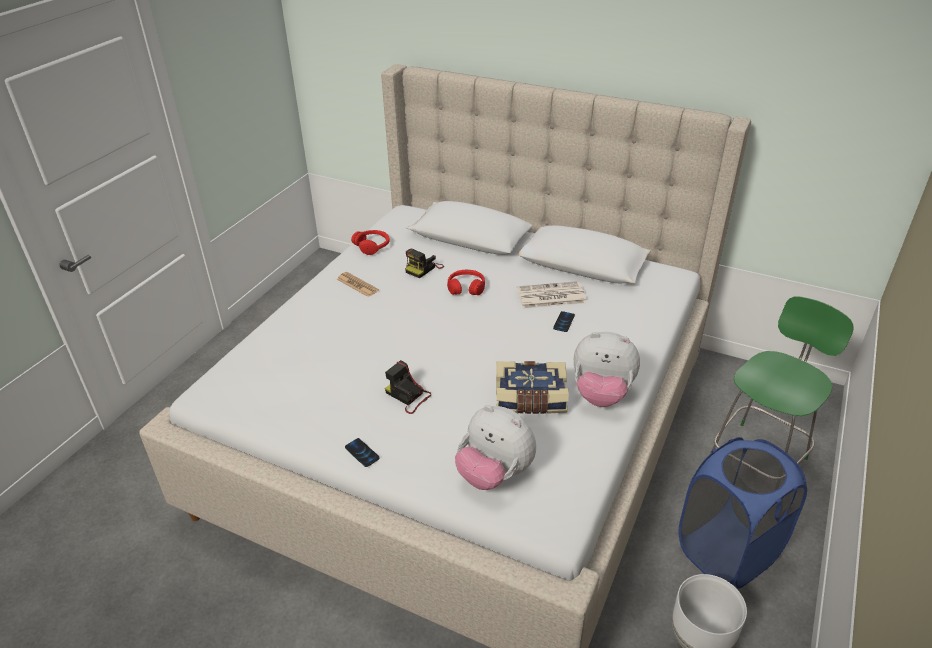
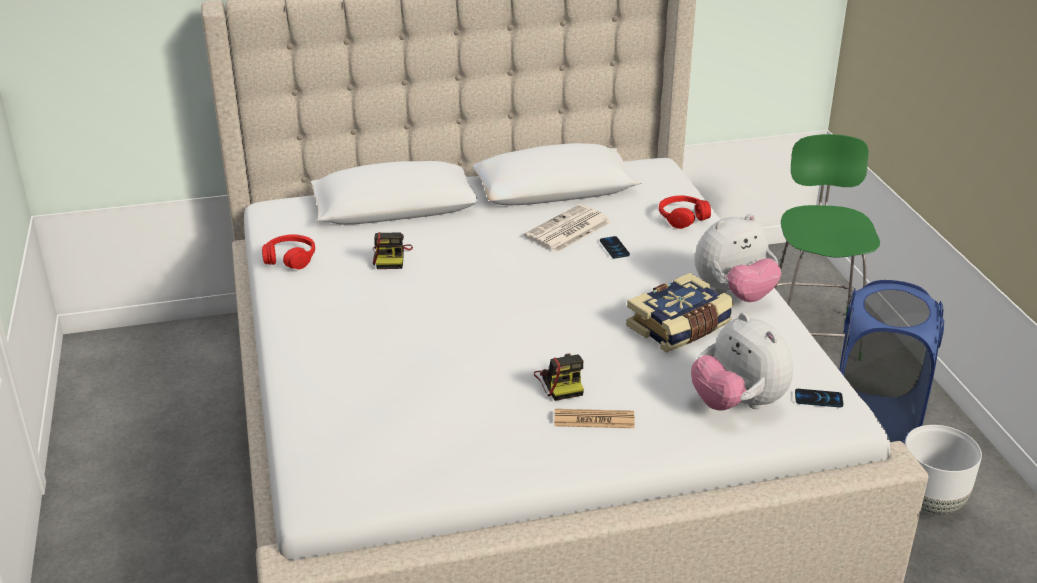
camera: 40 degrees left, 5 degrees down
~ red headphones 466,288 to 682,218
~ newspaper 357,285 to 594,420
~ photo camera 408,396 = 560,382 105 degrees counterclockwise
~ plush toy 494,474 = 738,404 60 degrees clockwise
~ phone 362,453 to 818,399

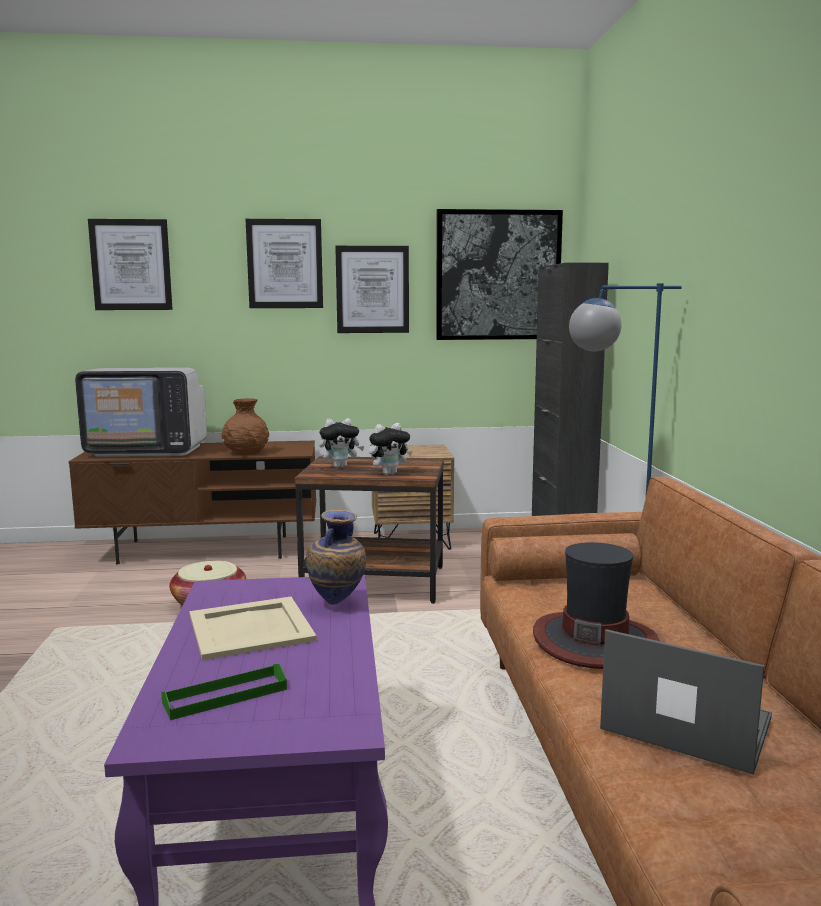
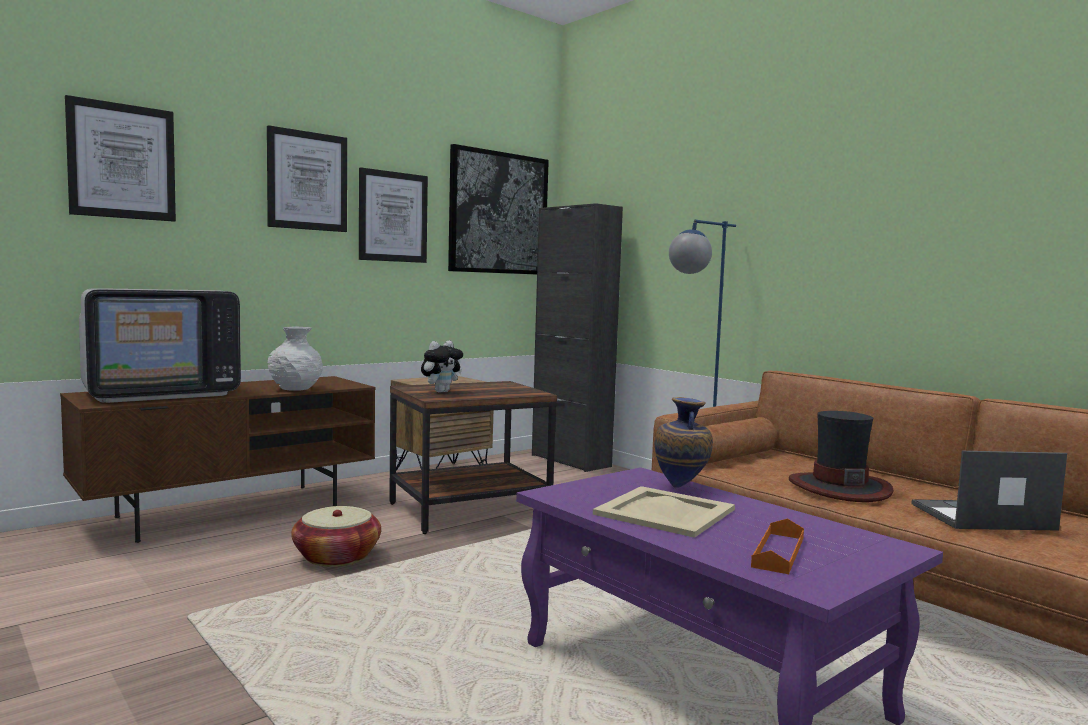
camera: 35 degrees left, 5 degrees down
~ brown vase 246,453 to white vase 296,389
- plush toy 389,473
~ green tray 225,696 to orange tray 778,552

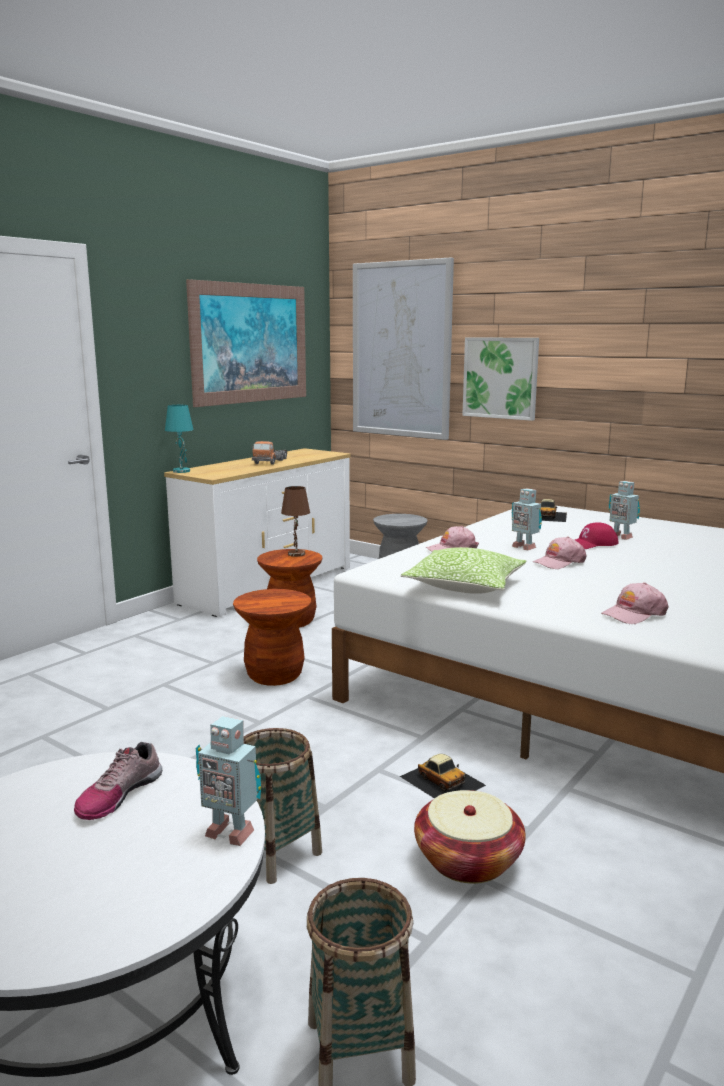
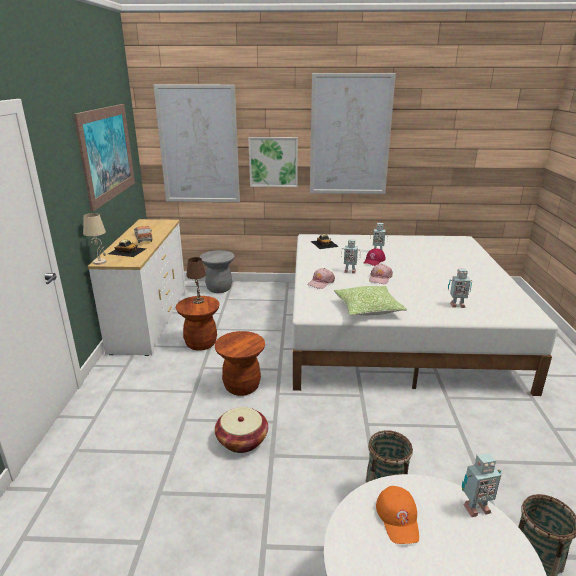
camera: 35 degrees left, 10 degrees up
~ turquoise table lamp 182,471 to beige table lamp 100,262
~ pink cap 633,614 to toy robot 456,305
~ shoe 118,794 to orange cap 398,518
~ toy car 442,780 to 127,251
~ basket 468,860 to 242,440
+ picture 350,136

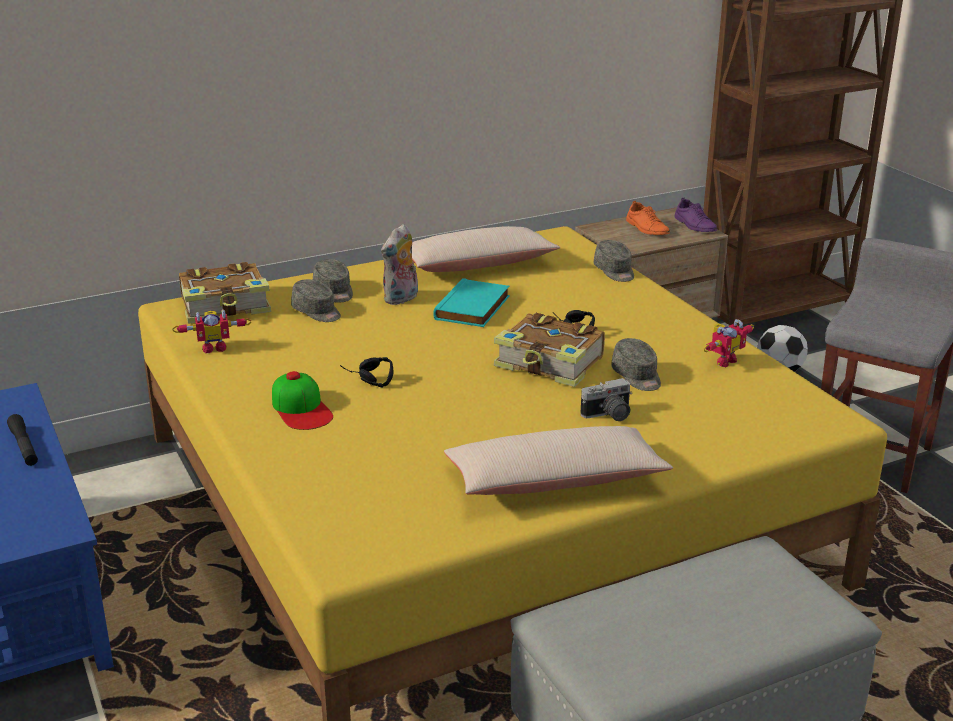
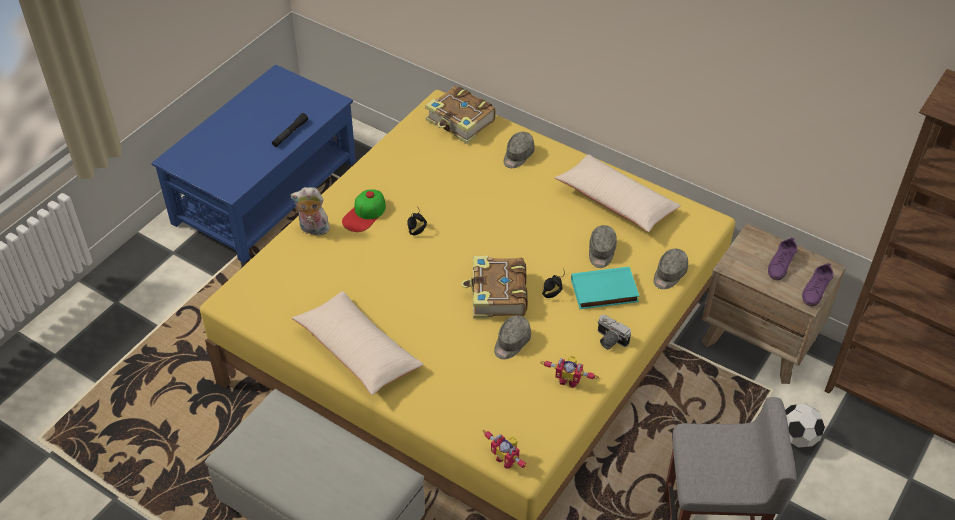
camera: 60 degrees right, 20 degrees up
~ orange shoe 647,228 to purple shoe 781,264
~ plush toy 401,299 to 313,230
~ turquoise book 474,308 to 604,292
~ grey cap 317,312 to 601,252
~ toy robot 214,347 to 507,459
~ photo camera 608,415 to 609,340

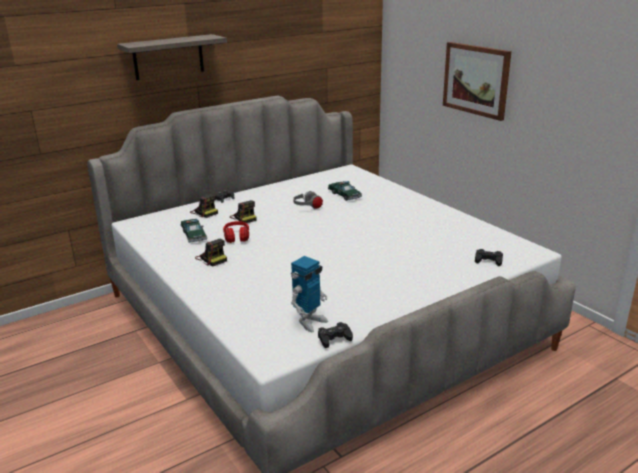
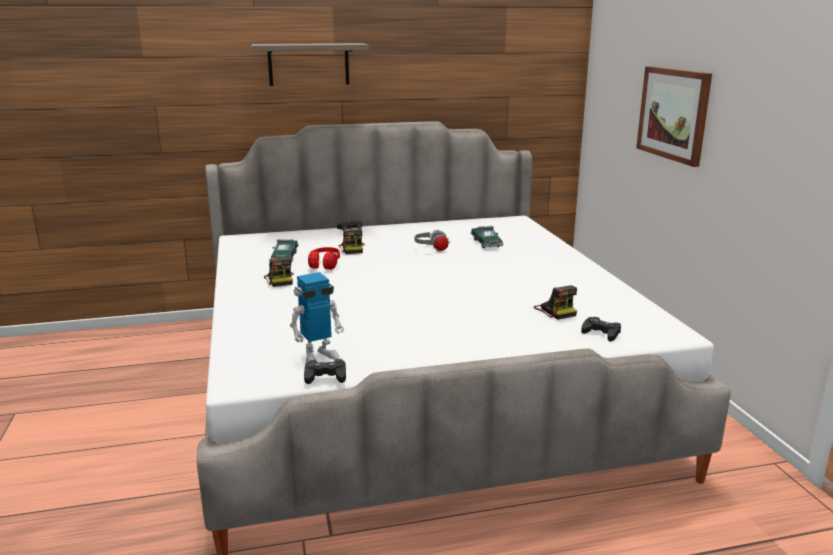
camera: 20 degrees right, 5 degrees down
~ photo camera 204,212 to 555,311

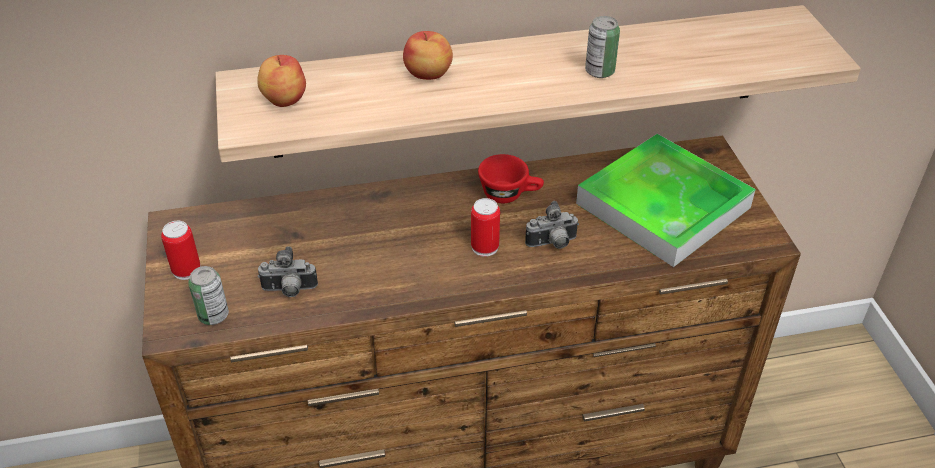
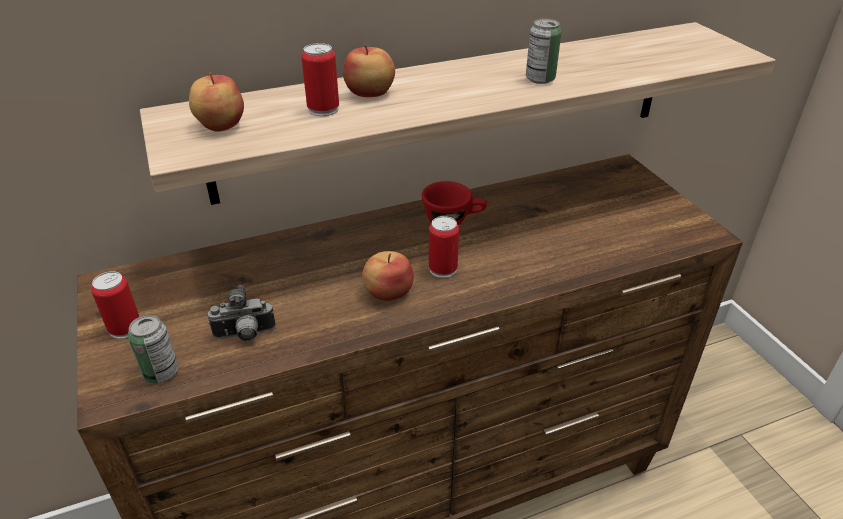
camera: 10 degrees left, 5 degrees down
- tray 663,205
- photo camera 552,244
+ can 323,109
+ apple 388,292

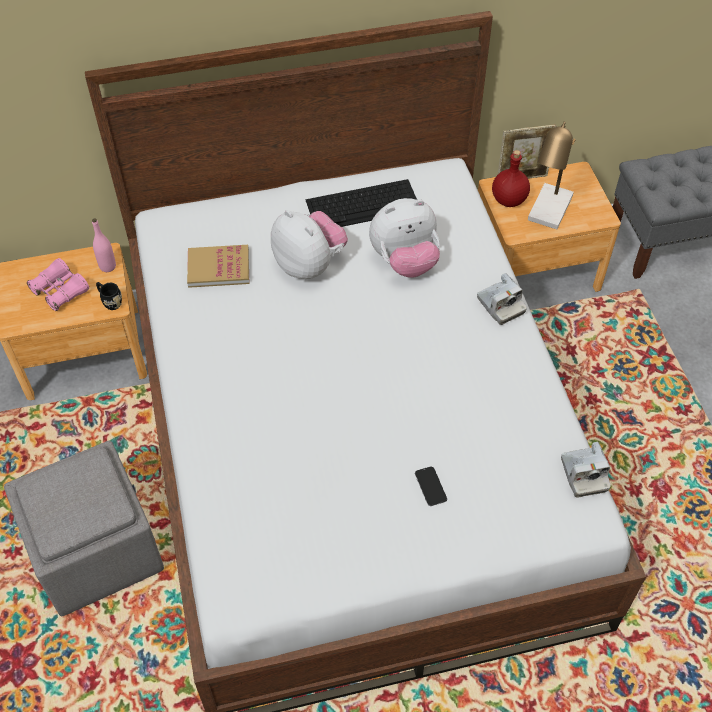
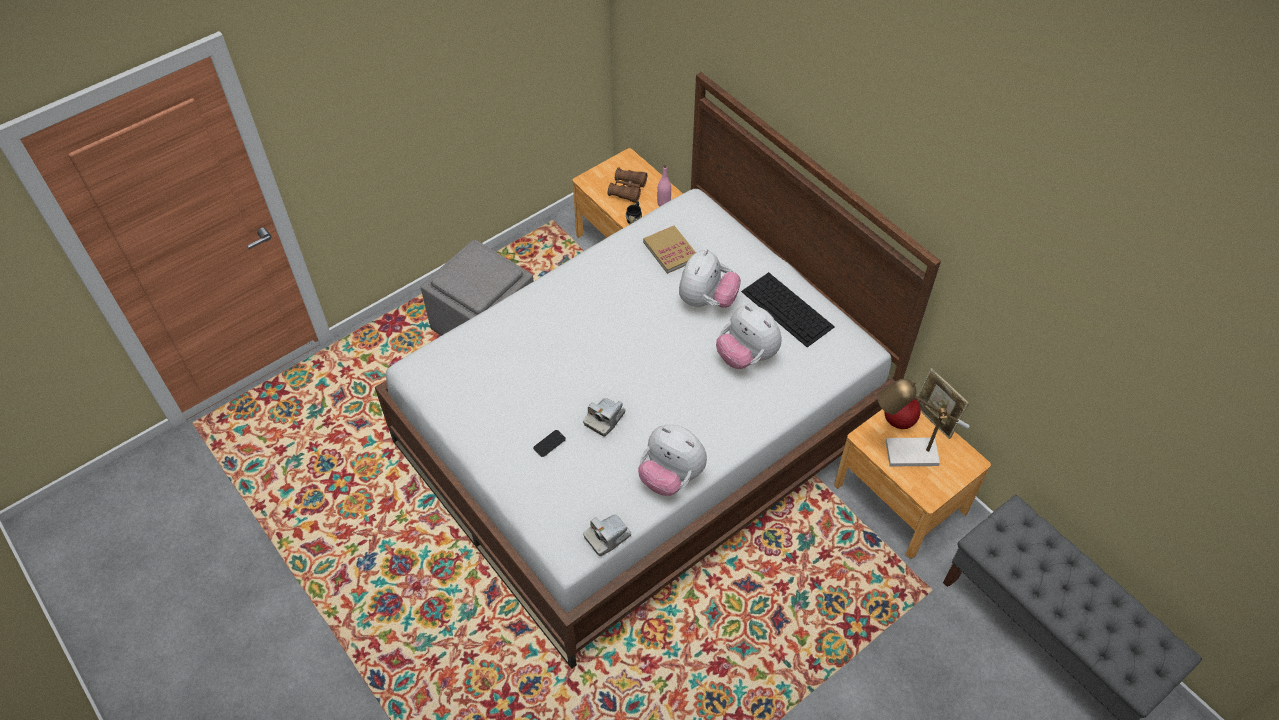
camera: 65 degrees right, 0 degrees up
~ pink binoculars 60,291 to brown binoculars 627,190
~ photo camera 500,306 to 604,419
+ plush toy 671,476

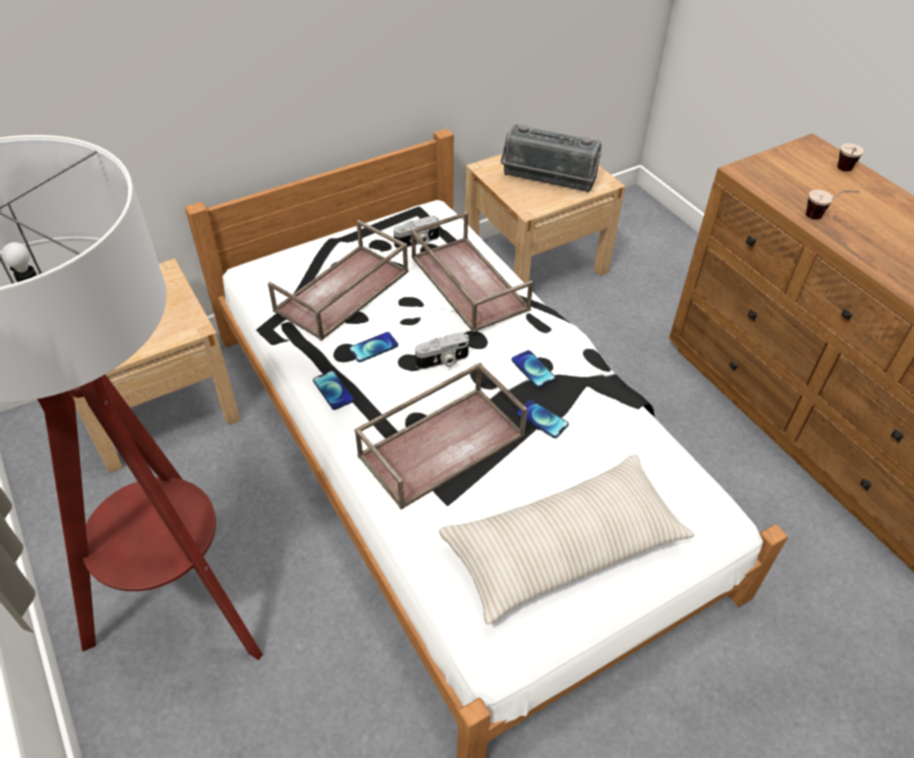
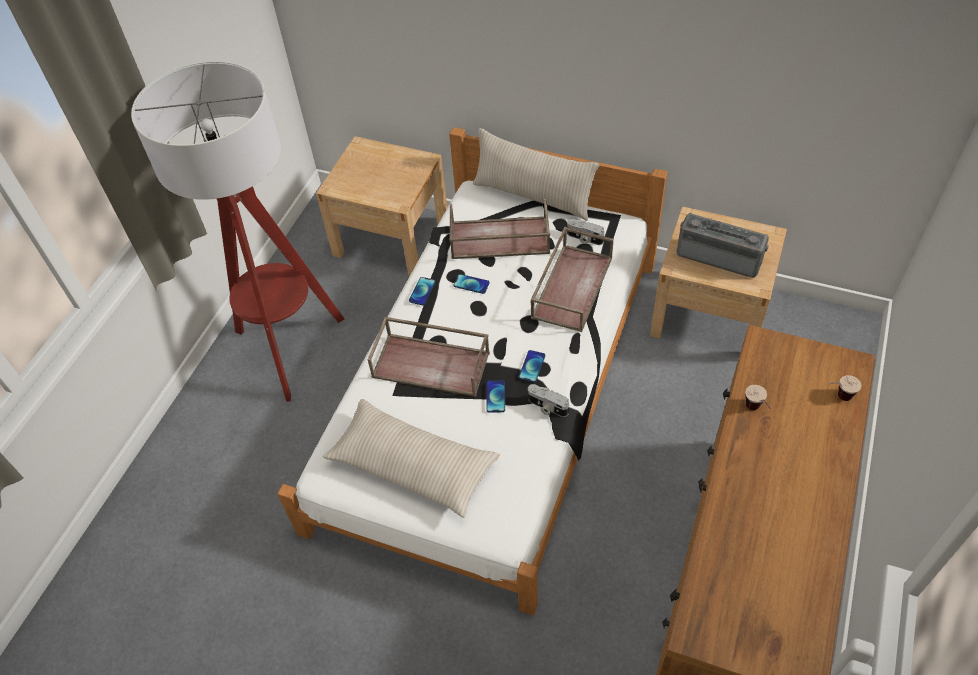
camera: 55 degrees right, 5 degrees up
~ radio 547,180 = 720,256 135 degrees clockwise
~ photo camera 443,361 to 547,407
+ beige pillow 533,196

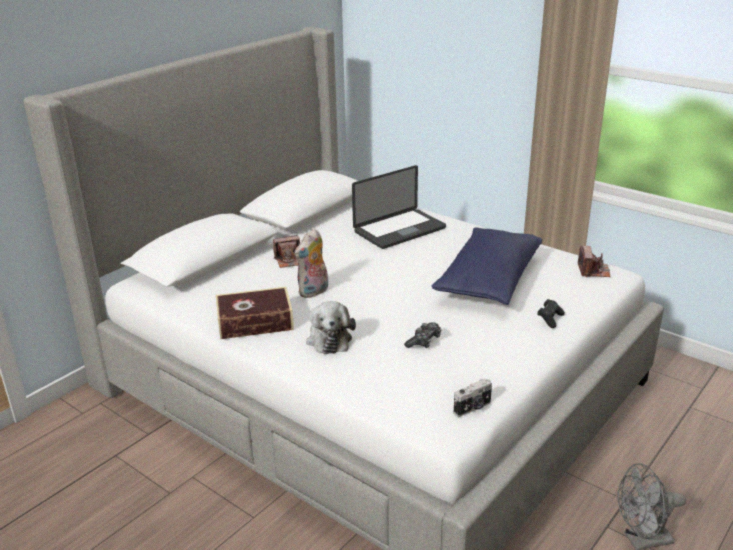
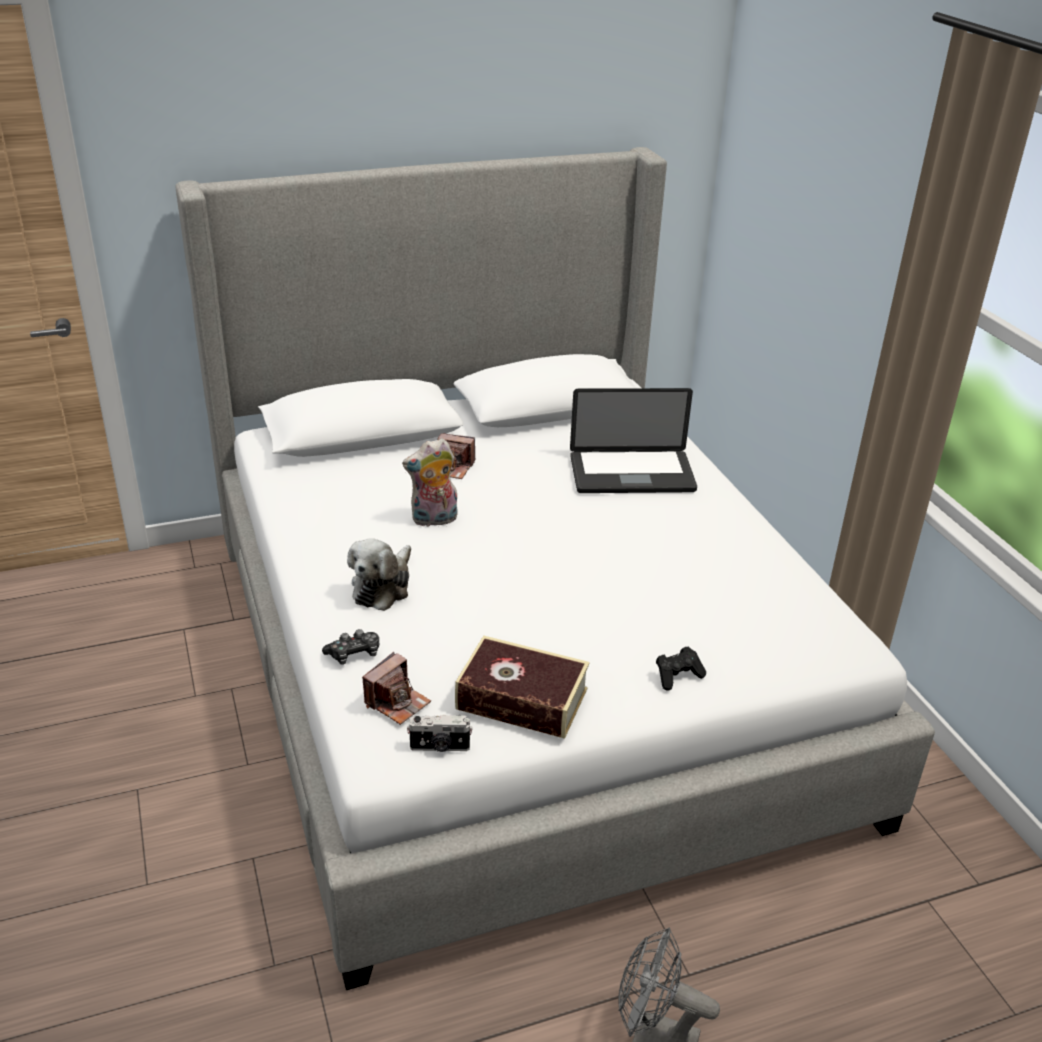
camera: 30 degrees right, 5 degrees up
- blue pillow 488,281
~ photo camera 593,271 to 397,702
~ book 255,322 to 522,699
~ game controller 424,341 to 354,654

